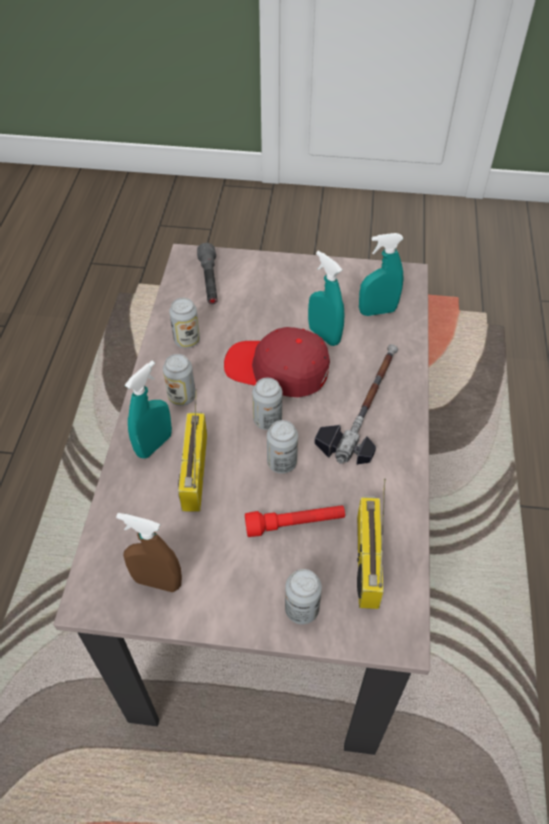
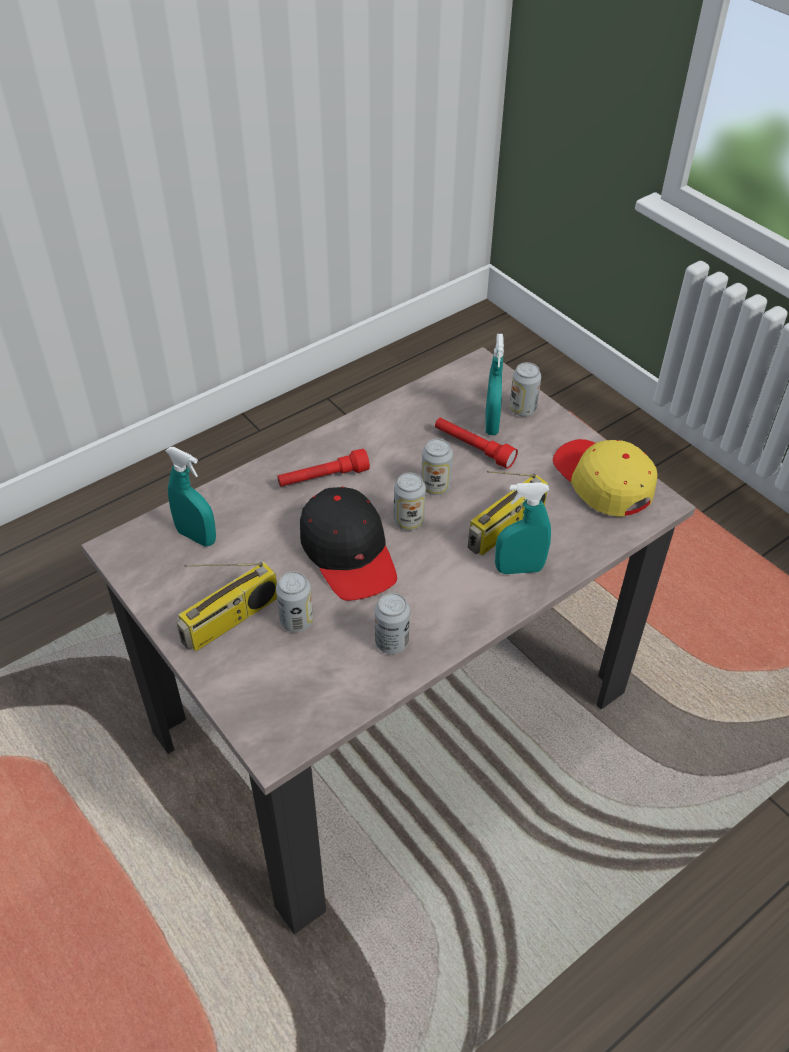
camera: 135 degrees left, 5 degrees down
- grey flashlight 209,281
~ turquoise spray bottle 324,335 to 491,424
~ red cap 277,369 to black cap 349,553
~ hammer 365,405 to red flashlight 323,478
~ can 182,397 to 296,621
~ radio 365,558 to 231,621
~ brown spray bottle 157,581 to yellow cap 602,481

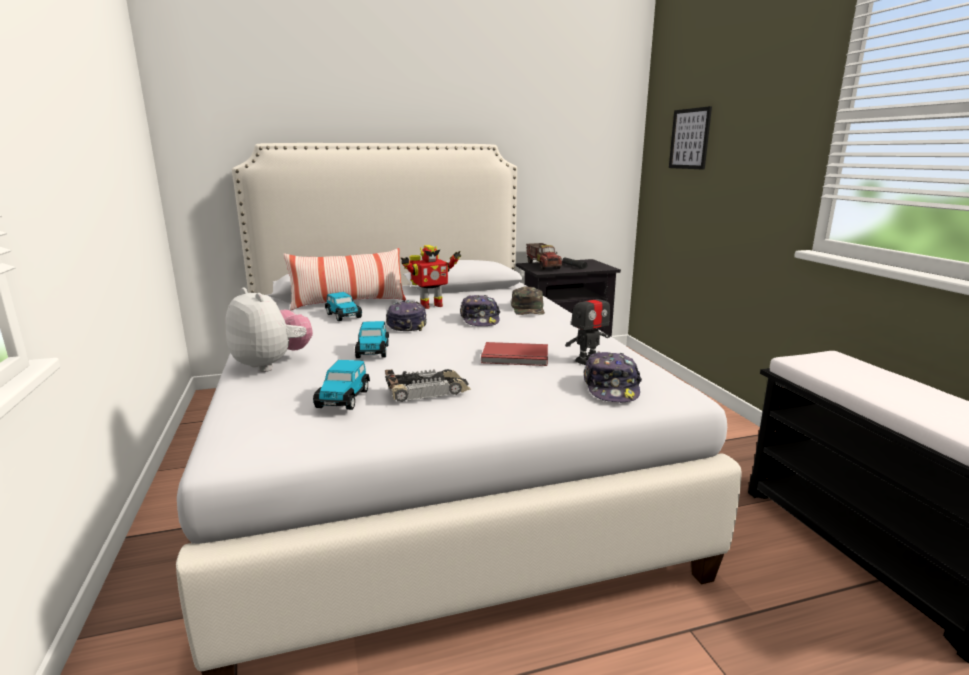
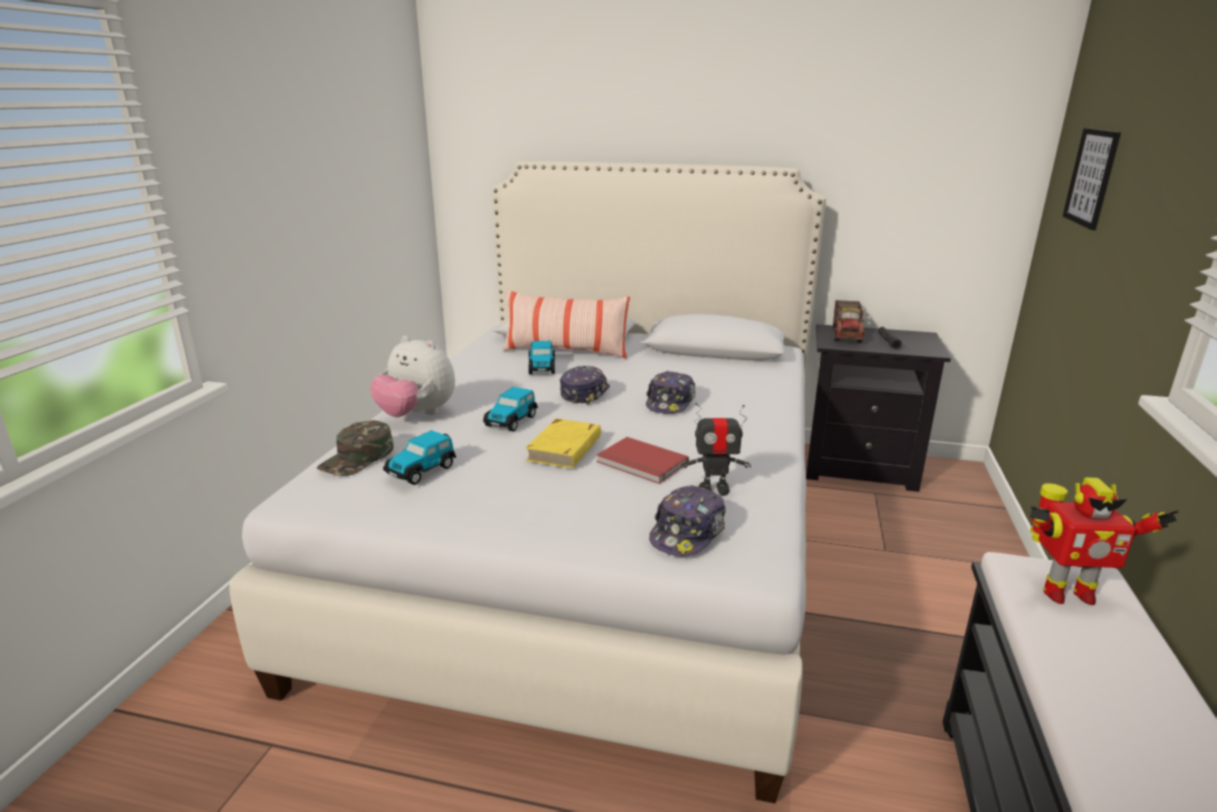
camera: 30 degrees right, 5 degrees up
~ toy robot 430,305 to 1065,592
~ green cap 528,309 to 358,458
~ plush toy 272,364 = 417,415 135 degrees clockwise
- toy car 428,391
+ yellow book 565,448

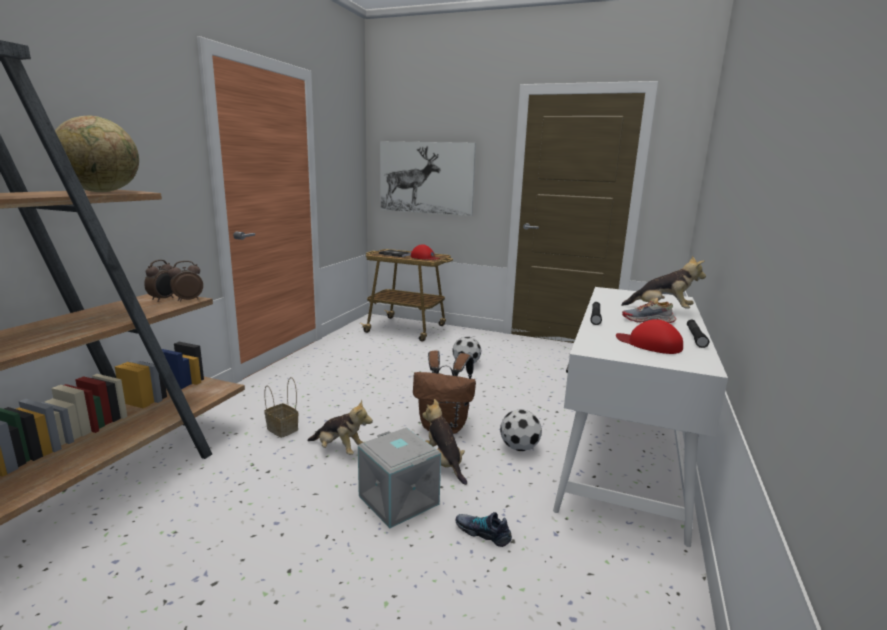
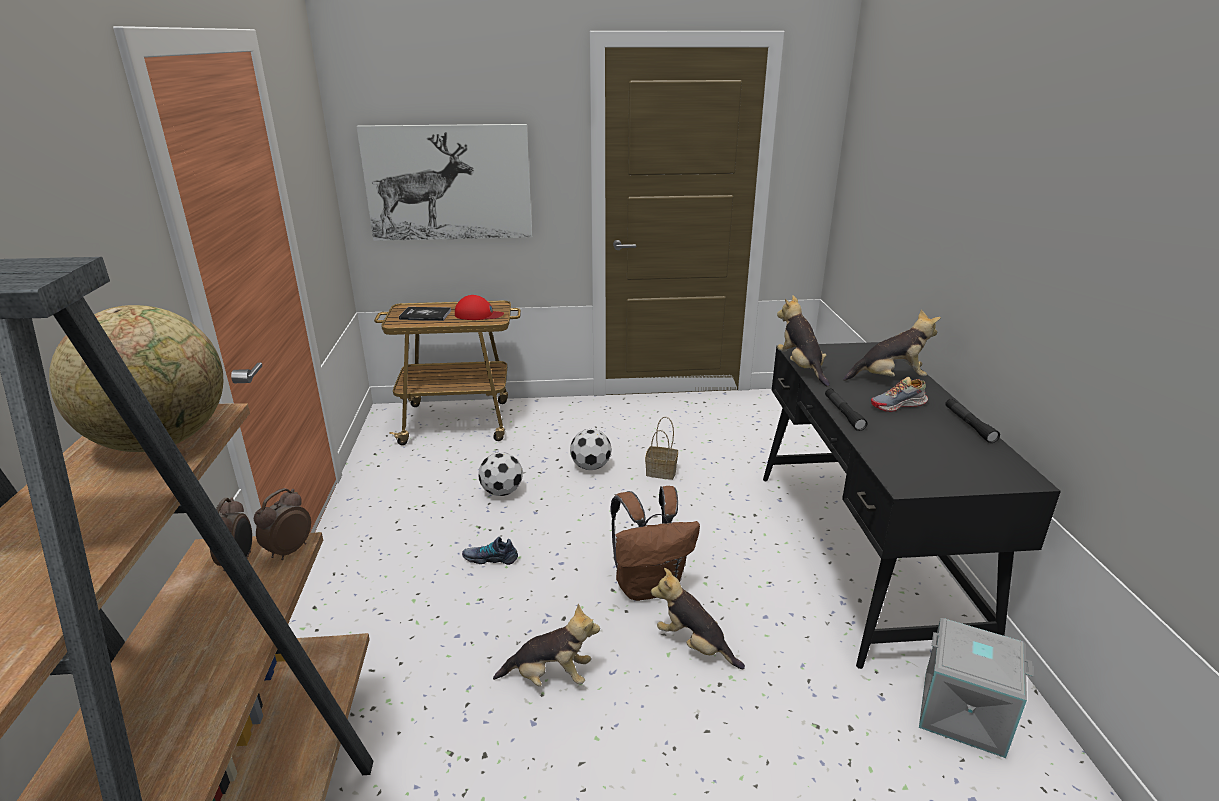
camera: 25 degrees left, 10 degrees up
~ white desk 622,452 to black desk 861,554
- red cap 649,344
~ basket 283,429 to 662,472
~ football 519,447 to 502,491
~ grey storage box 397,500 to 962,713
~ shoe 483,533 to 490,558
+ plush toy 801,367

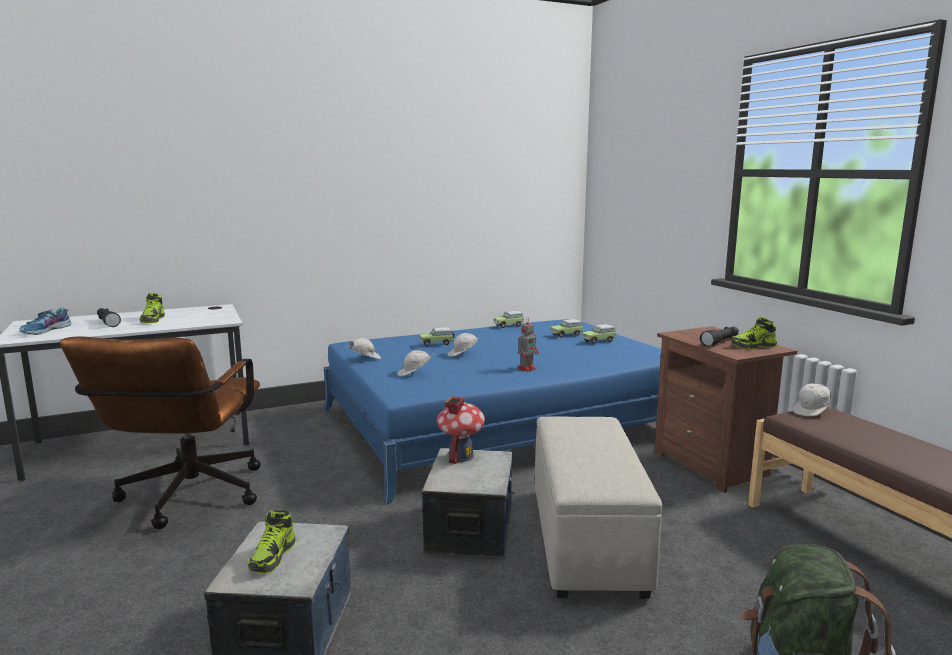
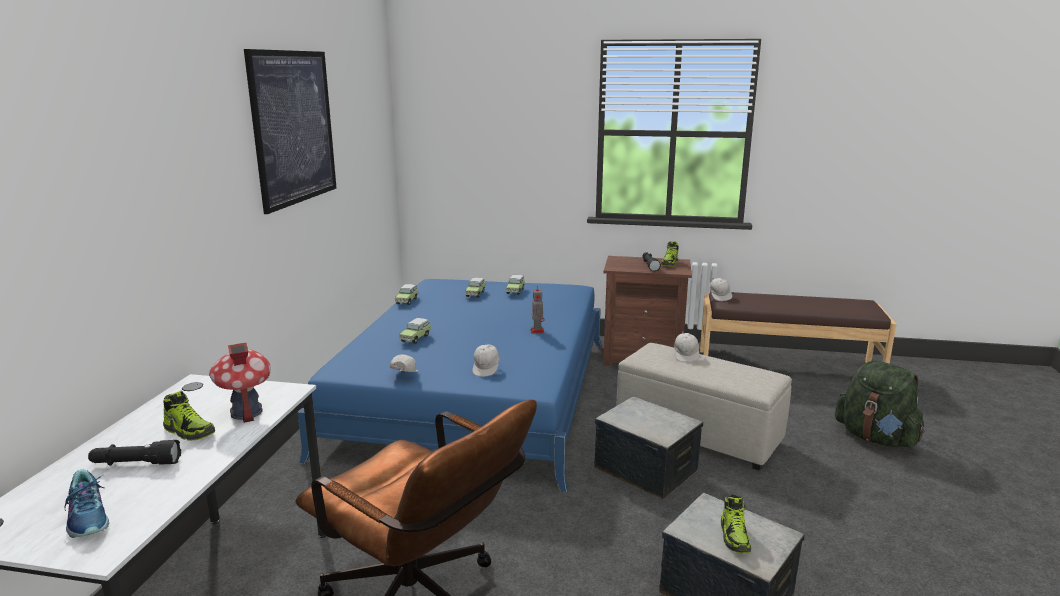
camera: 55 degrees left, 5 degrees up
~ white cap 463,354 to 686,356
~ toy house 460,456 to 246,412
~ shoe 273,557 = 734,537 45 degrees clockwise
+ picture 294,127

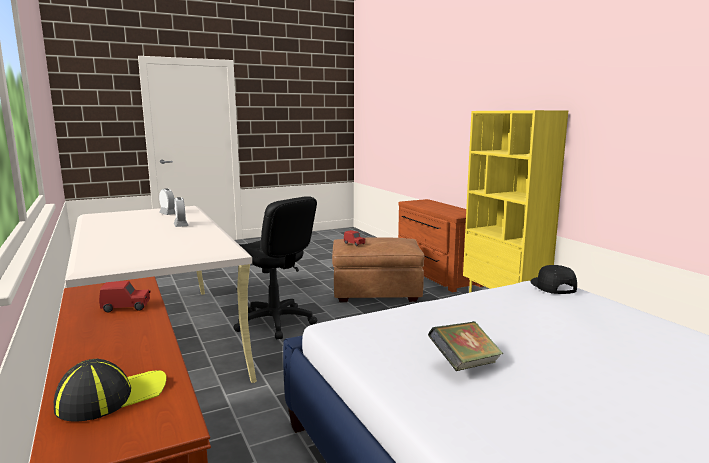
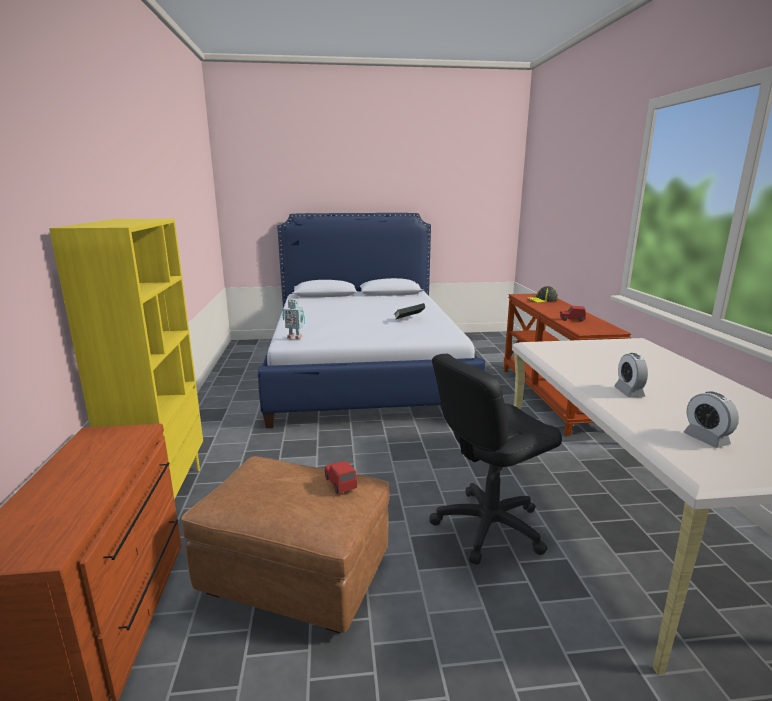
camera: 160 degrees left, 5 degrees up
~ black office chair 275,322 = 488,526 90 degrees counterclockwise
~ black cap 552,286 to toy robot 294,337

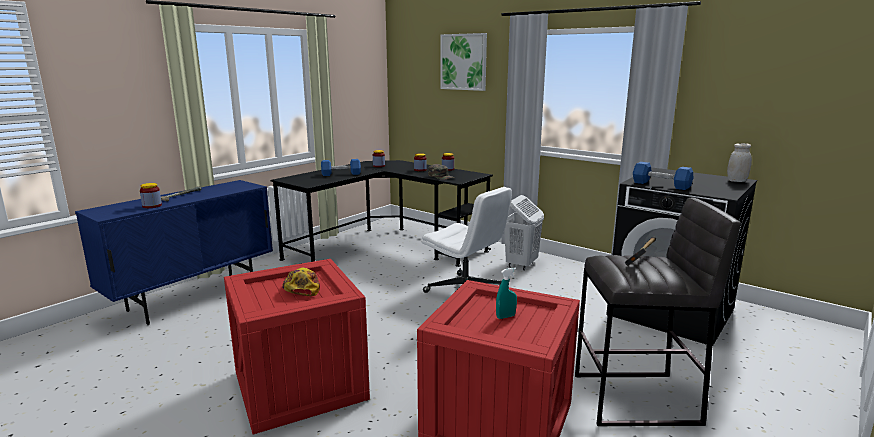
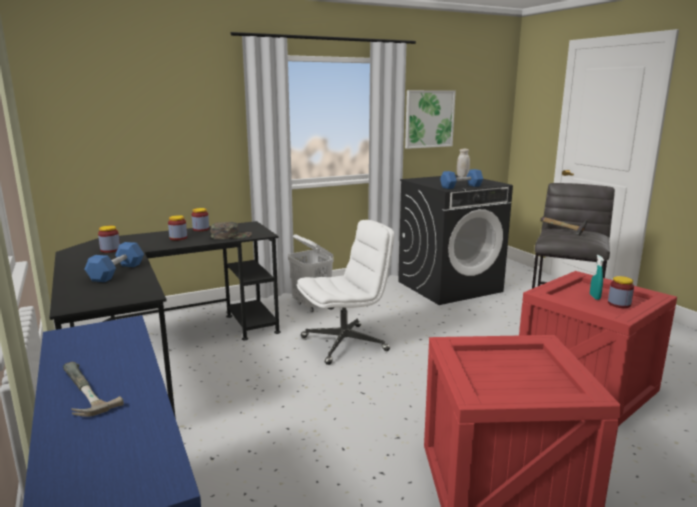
camera: 65 degrees left, 0 degrees up
~ picture 463,62 to 429,119
~ jar 152,206 to 619,304
- cap 302,288

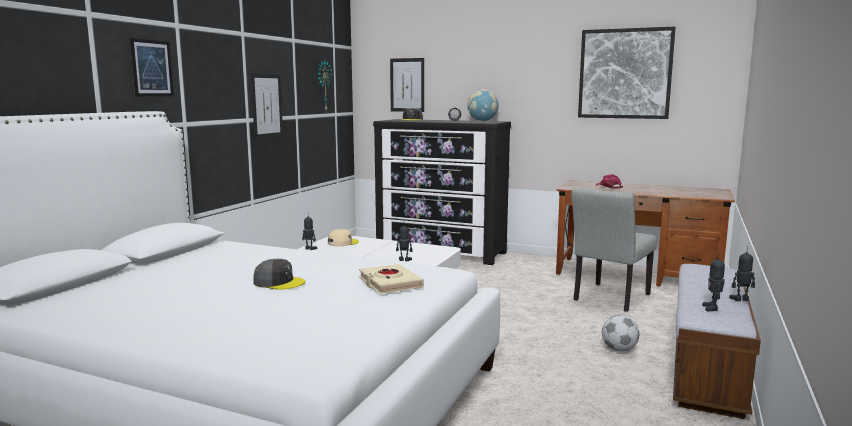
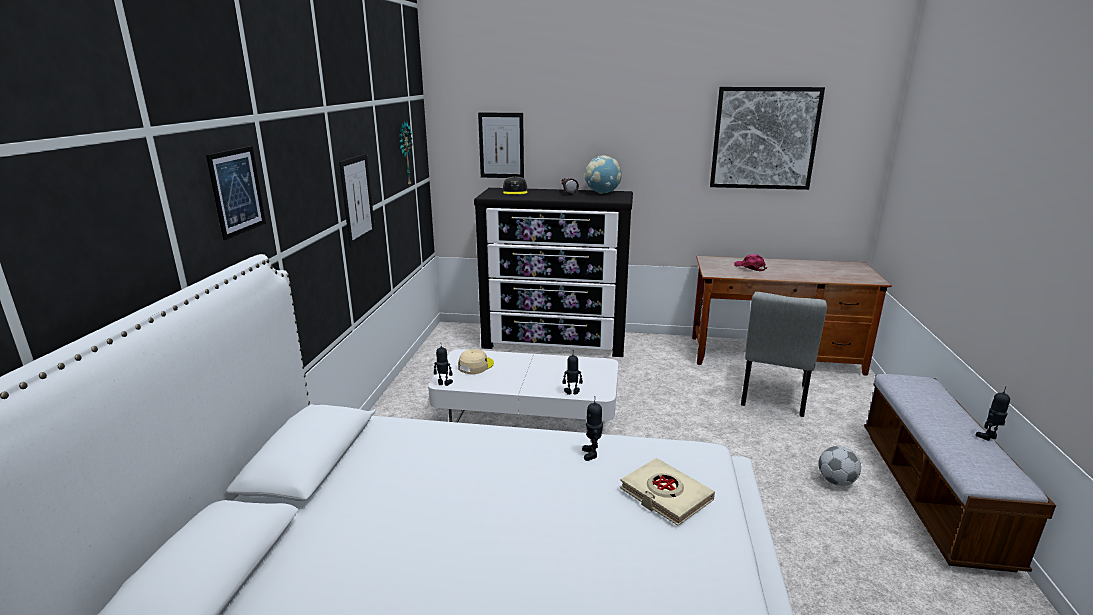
camera: 15 degrees left, 10 degrees up
~ toy robot 712,308 to 592,454
- grey cap 279,282

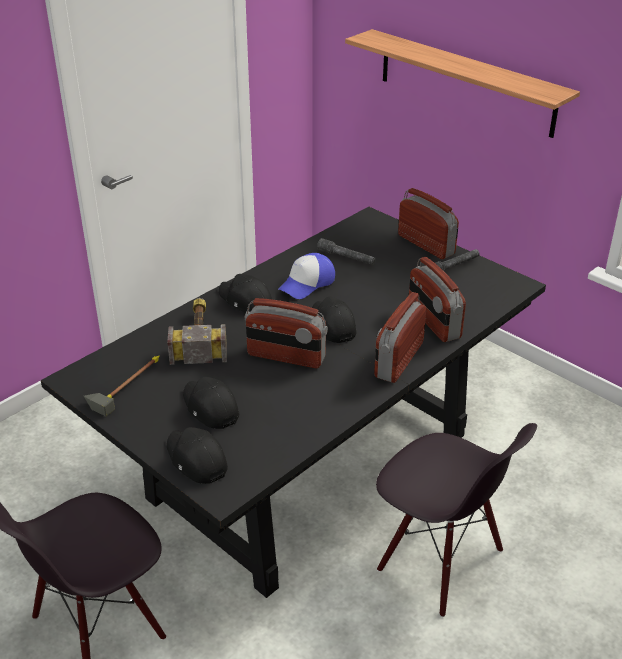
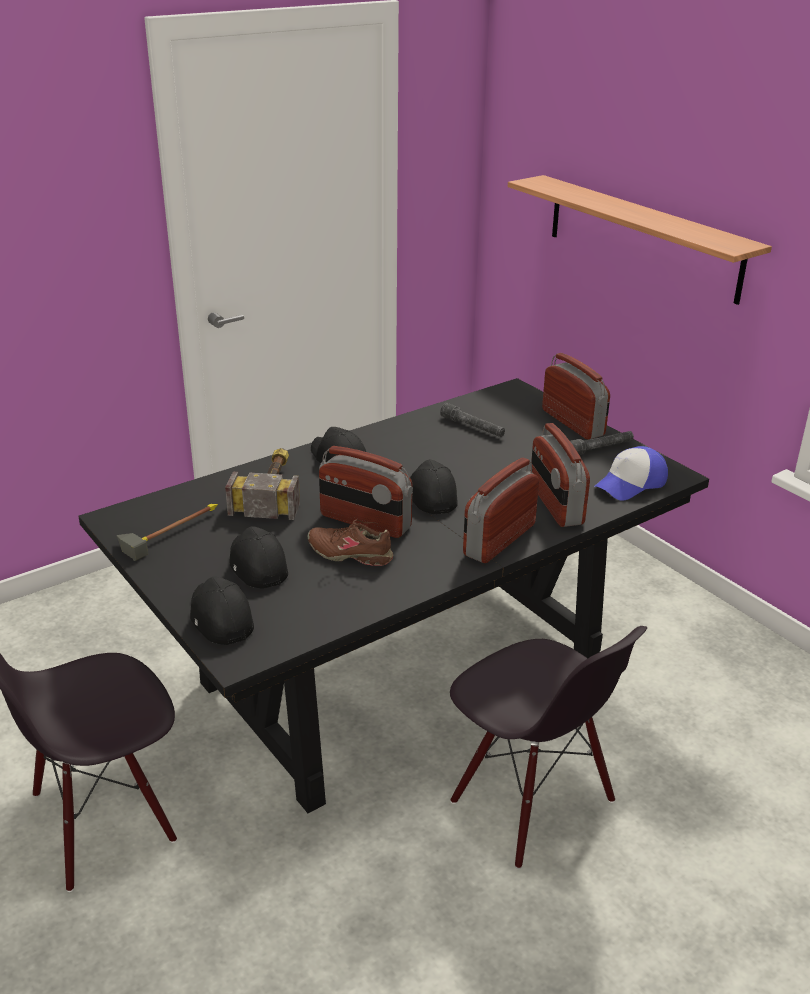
camera: 10 degrees right, 5 degrees down
~ cap 307,283 to 631,484
+ brown shoe 350,553

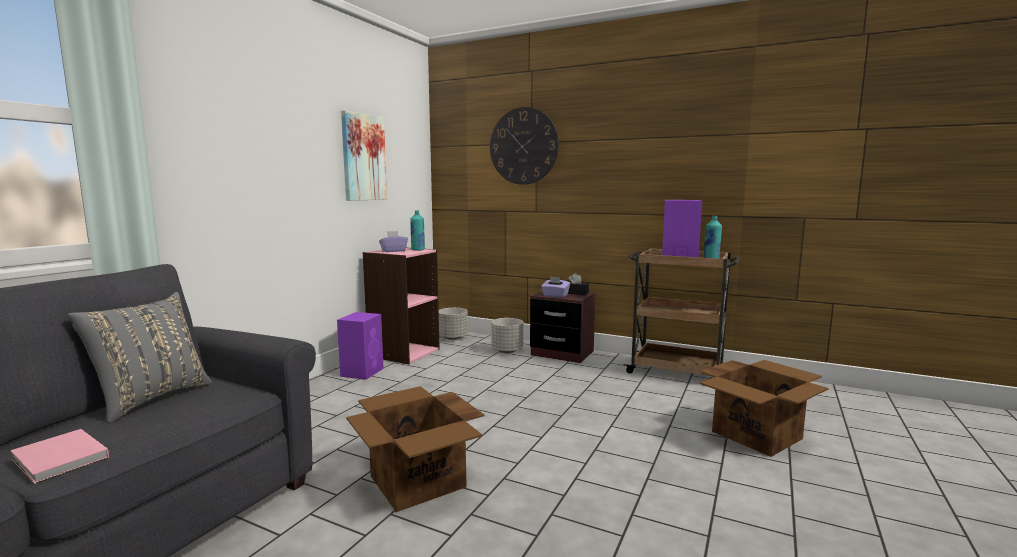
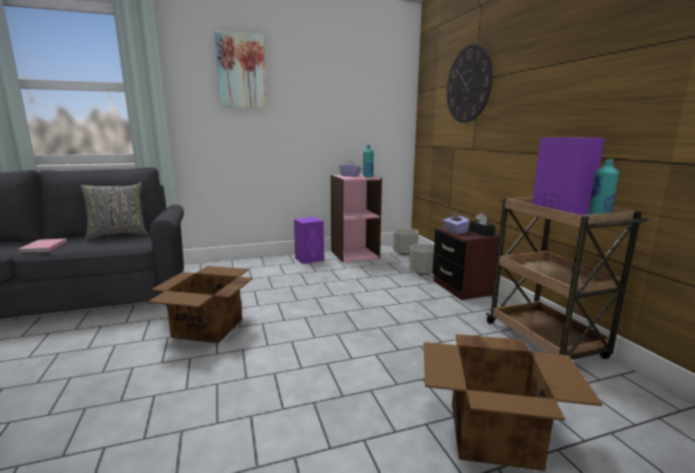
camera: 45 degrees right, 5 degrees up
~ picture 363,157 to 241,71

